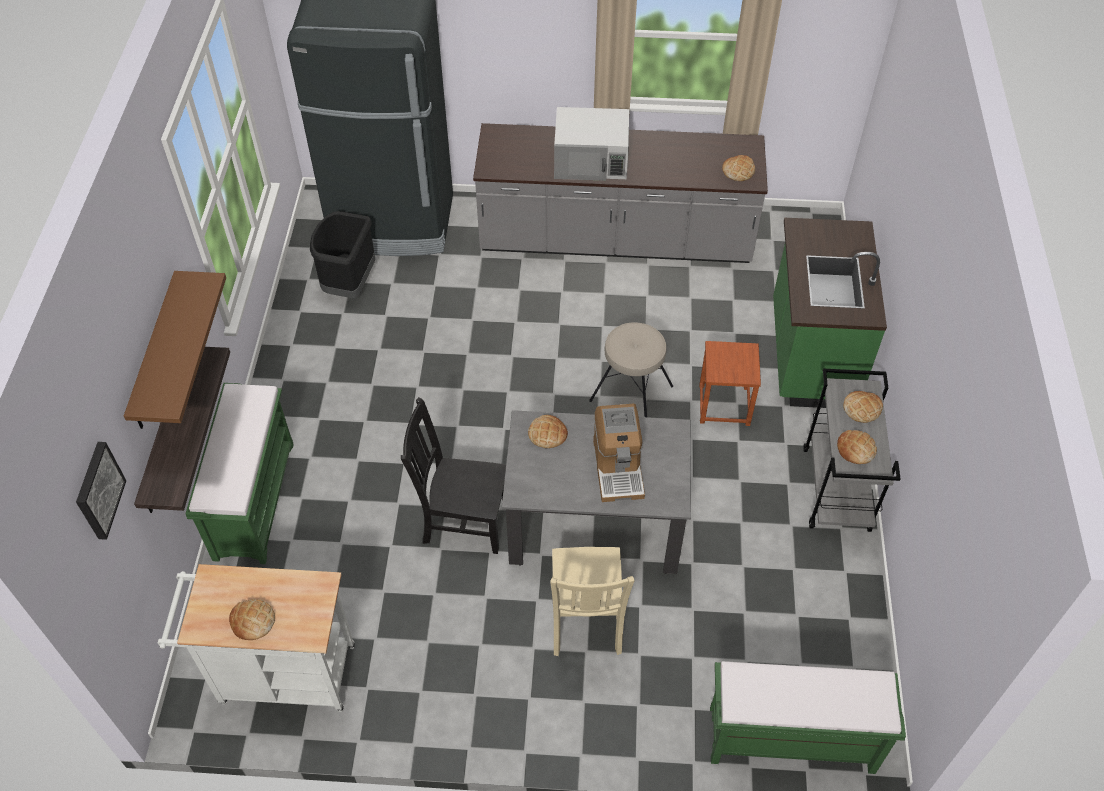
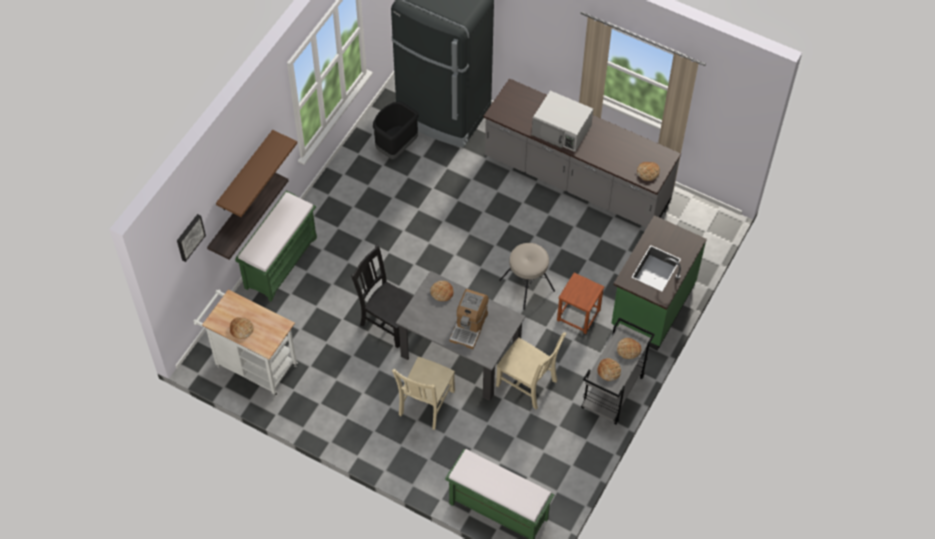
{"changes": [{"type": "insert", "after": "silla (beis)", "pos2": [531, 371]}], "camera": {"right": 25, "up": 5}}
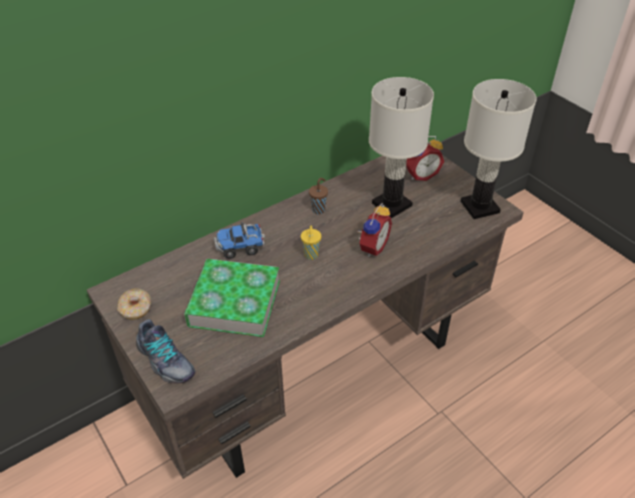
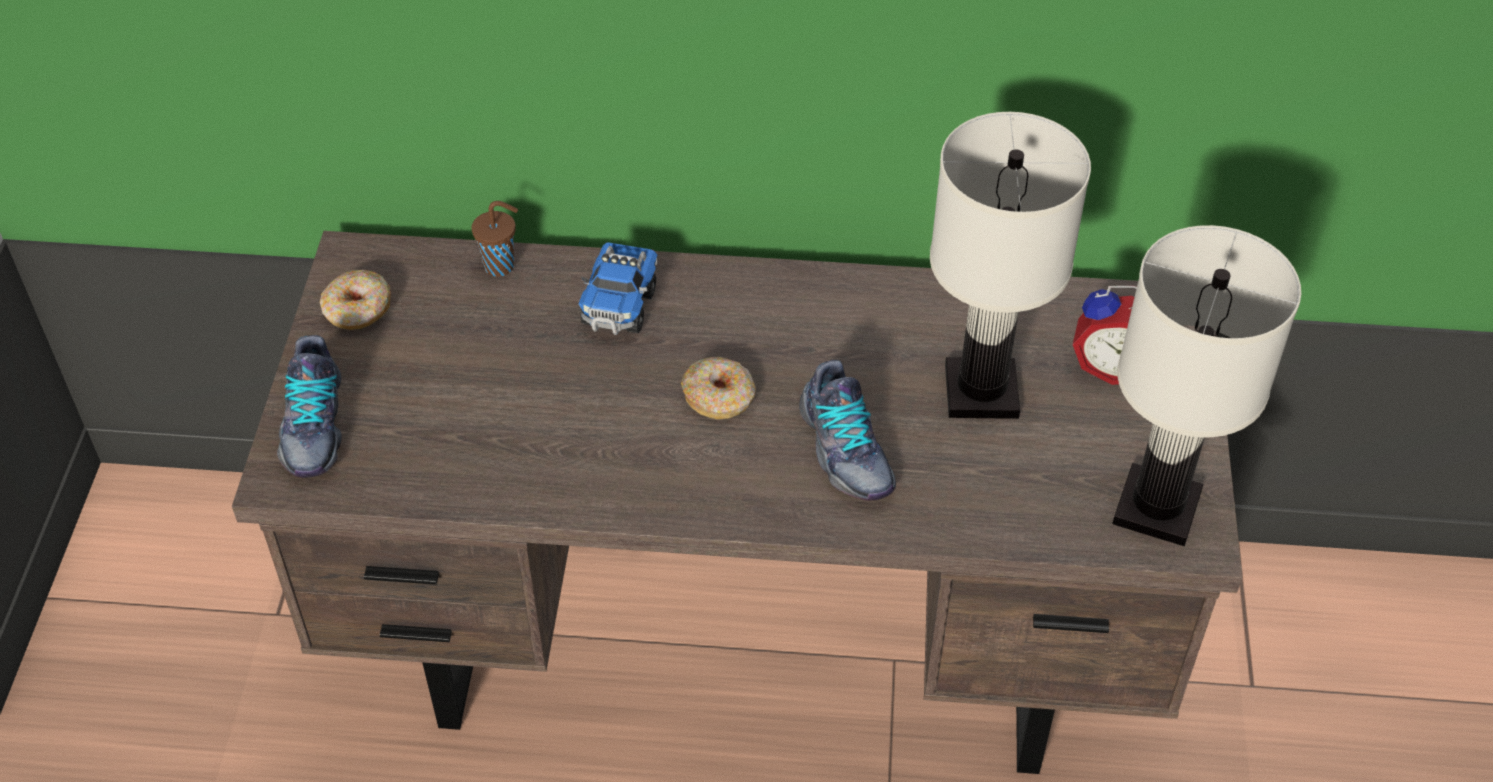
{"changes": [{"type": "move", "before": "taza (marrón)", "pos1": [318, 196], "pos2": [495, 239]}, {"type": "rotate", "before": "camión de juguete", "pos1": [239, 240], "pos2": [618, 288], "turn": -105}, {"type": "replace", "before": "taza (amarillo)", "after": "rosquilla", "pos1": [311, 242], "pos2": [718, 388]}, {"type": "replace", "before": "despertador", "after": "zapato", "pos1": [374, 230], "pos2": [847, 430]}, {"type": "delete", "before": "libro", "pos1": [232, 298]}], "camera": {"right": 40, "up": 5}}
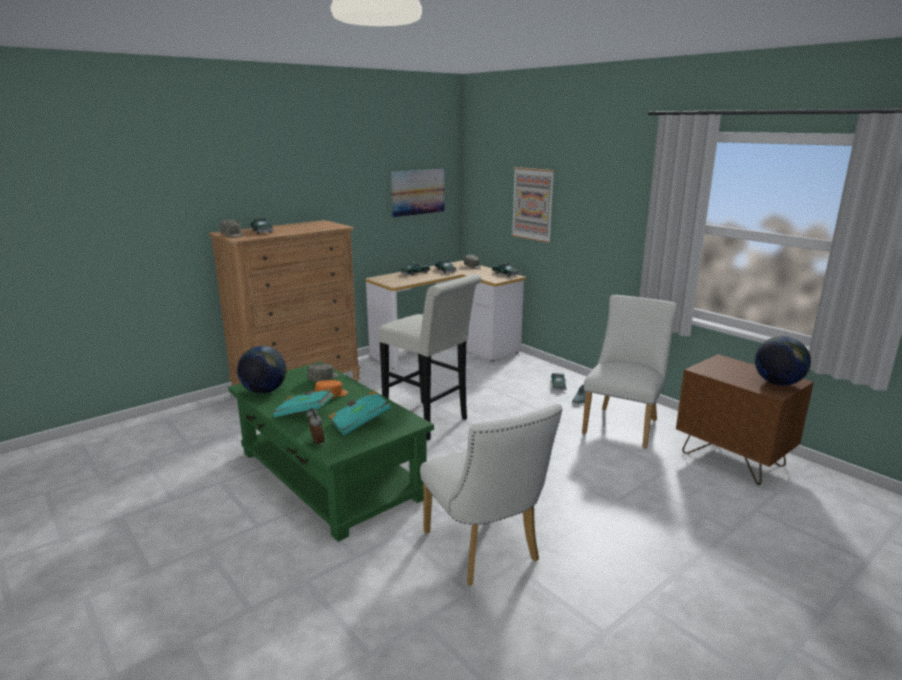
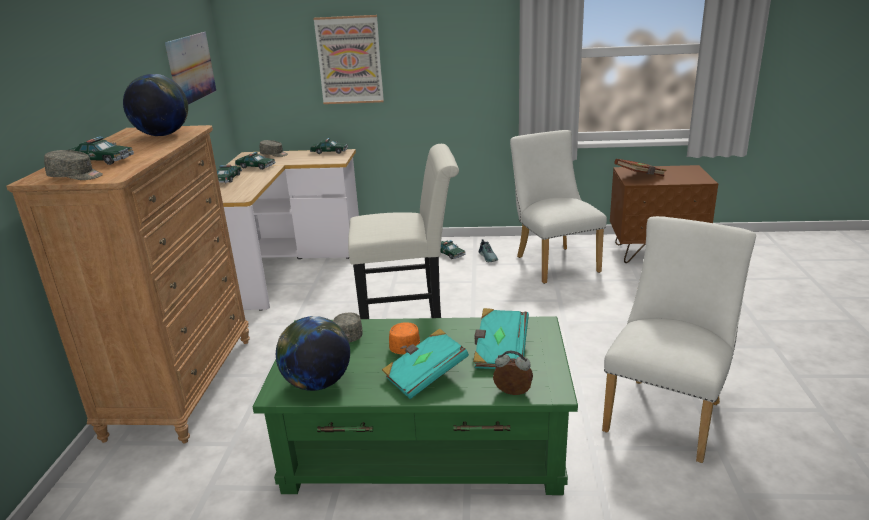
{"changes": [{"type": "move", "before": "globo terráqueo", "pos1": [783, 361], "pos2": [155, 105]}, {"type": "rotate", "before": "silla (blanco)", "pos1": [491, 494], "pos2": [679, 339], "turn": -75}, {"type": "insert", "after": "libro (marrón)", "pos2": [640, 167]}], "camera": {"right": -45, "up": 5}}
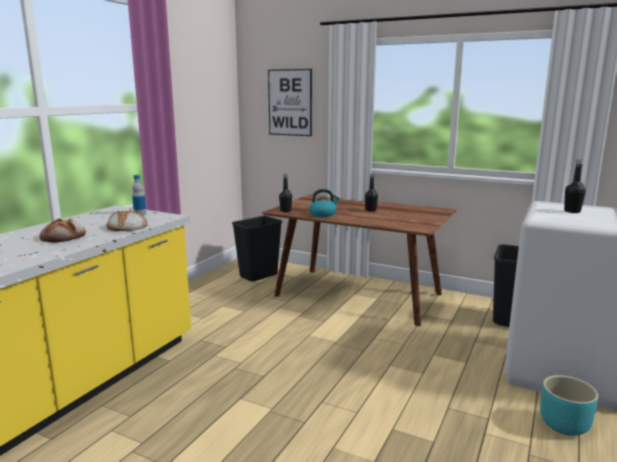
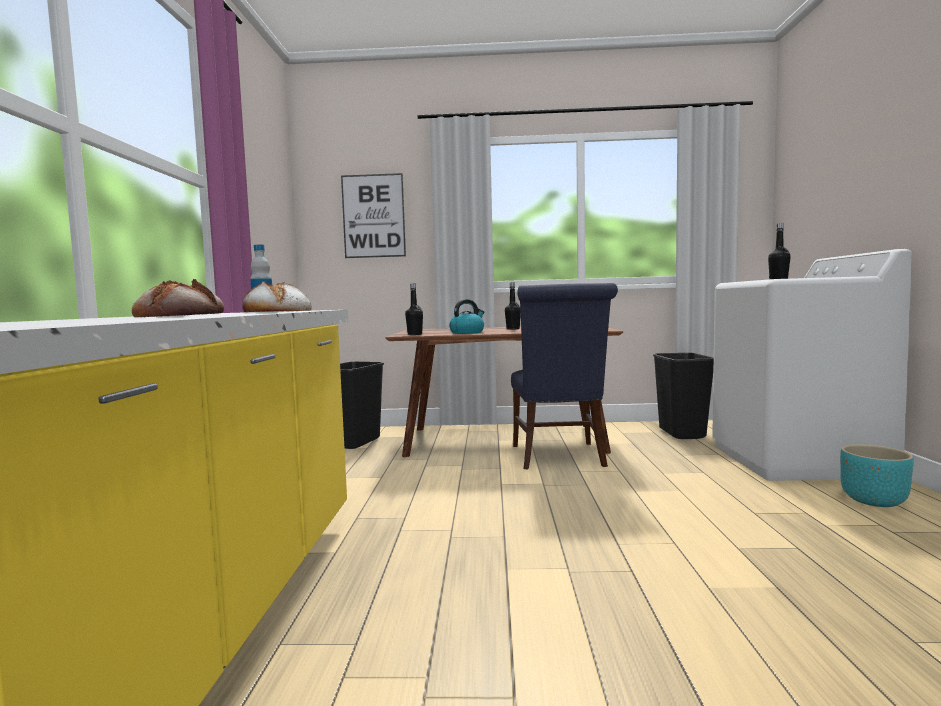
{"changes": [{"type": "insert", "after": "silla (azul)", "pos2": [564, 376]}], "camera": {"right": -25, "up": -10}}
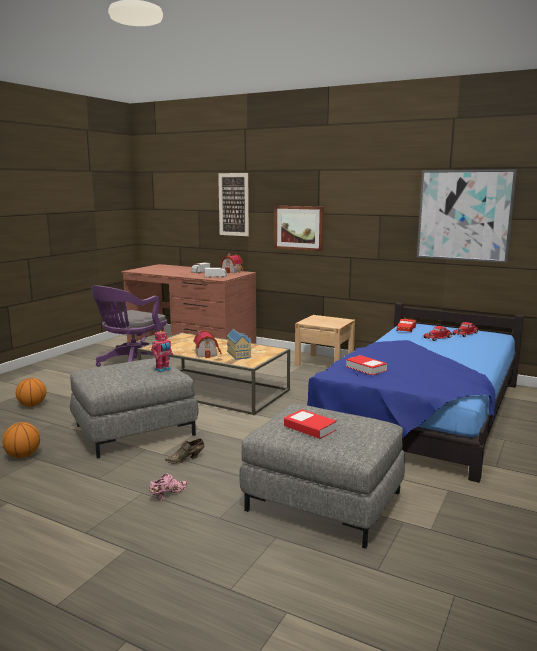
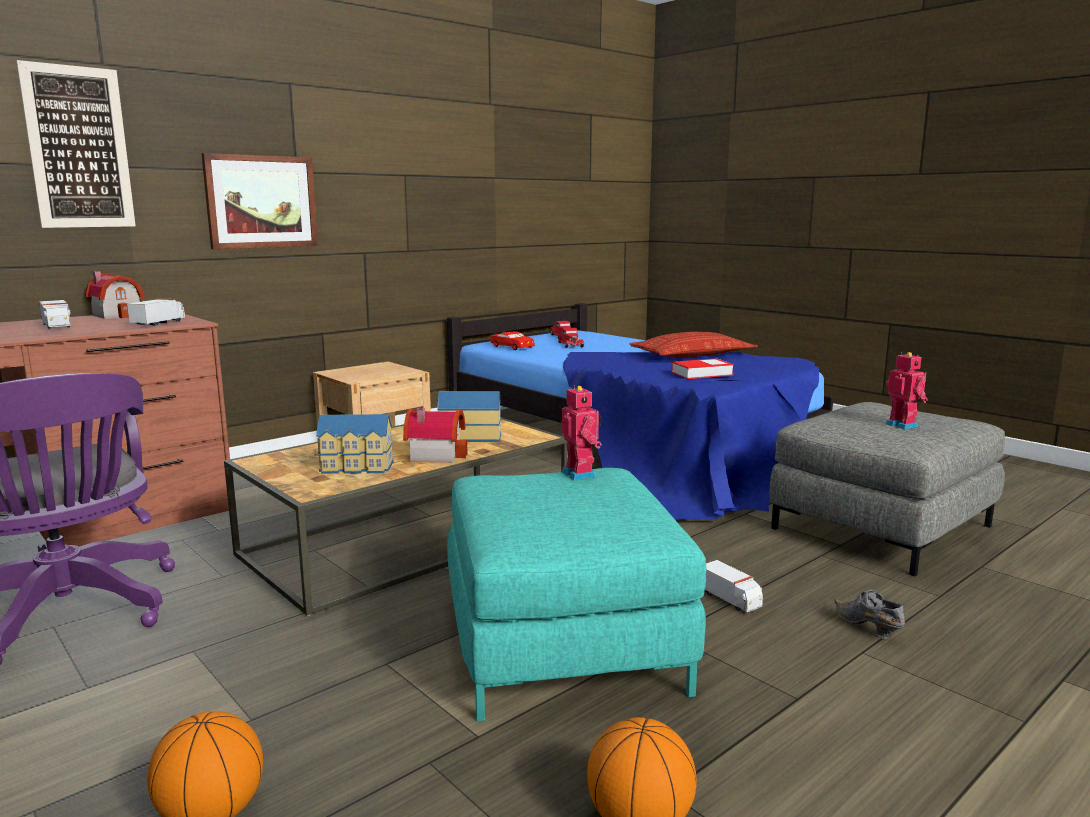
{"changes": [{"type": "insert", "after": "casita", "pos2": [355, 444]}, {"type": "recolor", "before": "puf (gris)", "after": "puf (turquesa)", "pos1": [134, 408], "pos2": [577, 594]}, {"type": "insert", "after": "cojín", "pos2": [693, 344]}, {"type": "replace", "before": "zapato (marrón)", "after": "camión de juguete", "pos1": [184, 451], "pos2": [734, 586]}, {"type": "recolor", "before": "zapato (rosa)", "after": "zapato (gris)", "pos1": [168, 486], "pos2": [869, 614]}, {"type": "replace", "before": "libro", "after": "robot de juguete", "pos1": [310, 424], "pos2": [906, 391]}, {"type": "delete", "before": "cuadro", "pos1": [467, 216]}], "camera": {"right": -70, "up": 0}}
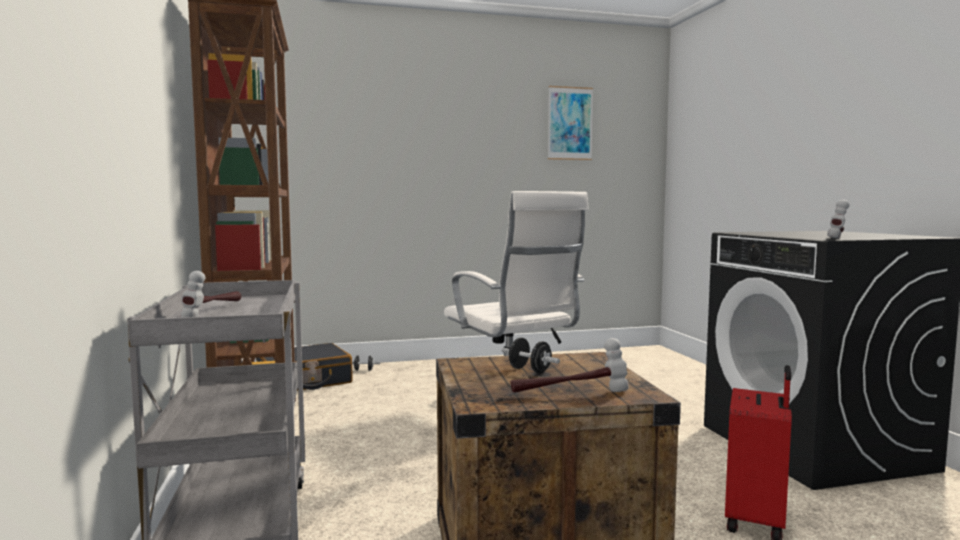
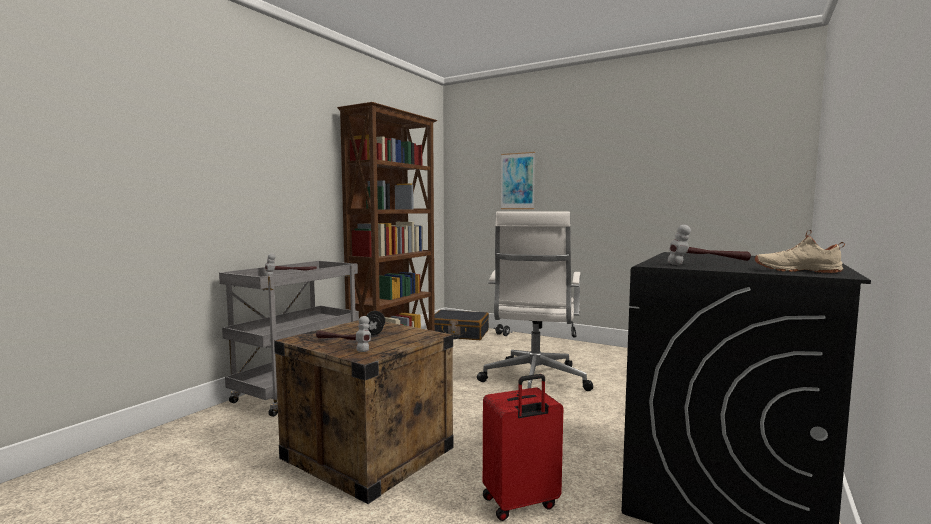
{"changes": [{"type": "move", "before": "cuadro", "pos1": [570, 123], "pos2": [518, 180]}, {"type": "insert", "after": "zapato (beis)", "pos2": [800, 251]}], "camera": {"right": 45, "up": 0}}
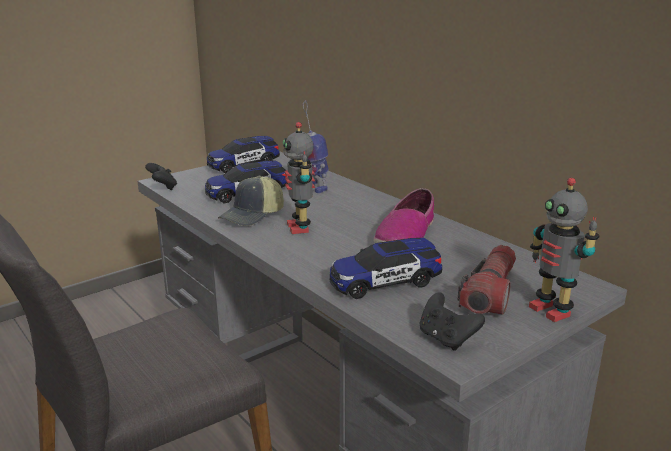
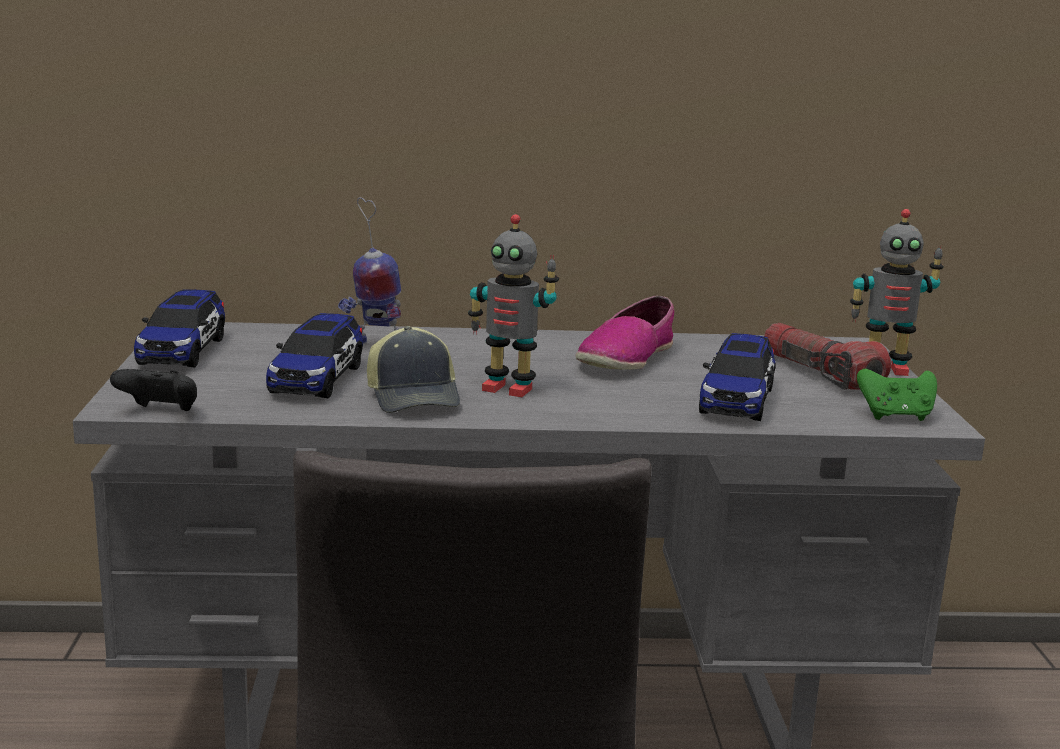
{"changes": [{"type": "rotate", "before": "zapato", "pos1": [404, 215], "pos2": [624, 332], "turn": 60}, {"type": "recolor", "before": "mando de consola (negro)", "after": "mando de consola (verde)", "pos1": [452, 321], "pos2": [897, 395]}], "camera": {"right": -55, "up": -5}}
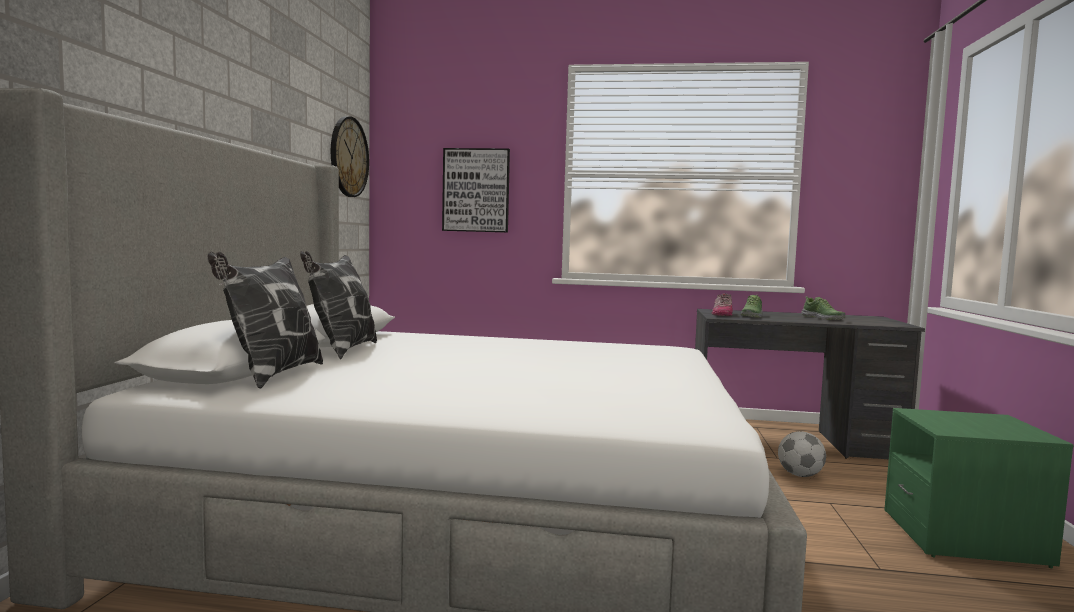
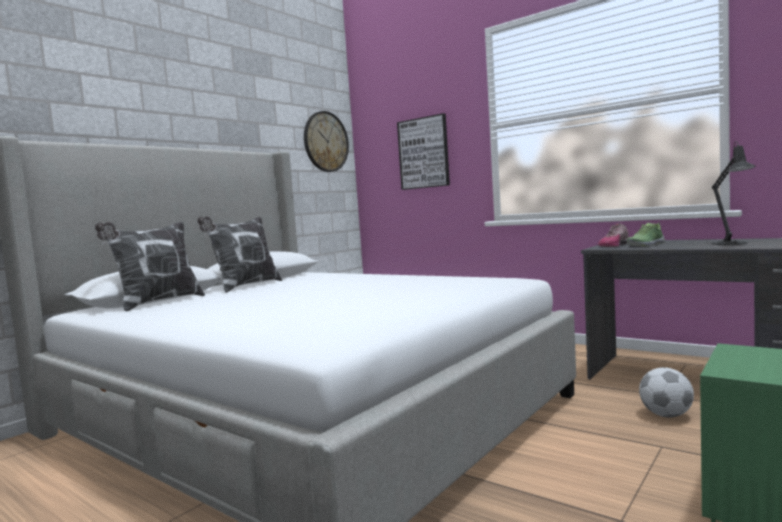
{"changes": [{"type": "replace", "before": "zapato", "after": "lámpara de mesa (negro)", "pos1": [823, 308], "pos2": [733, 193]}], "camera": {"right": 30, "up": 0}}
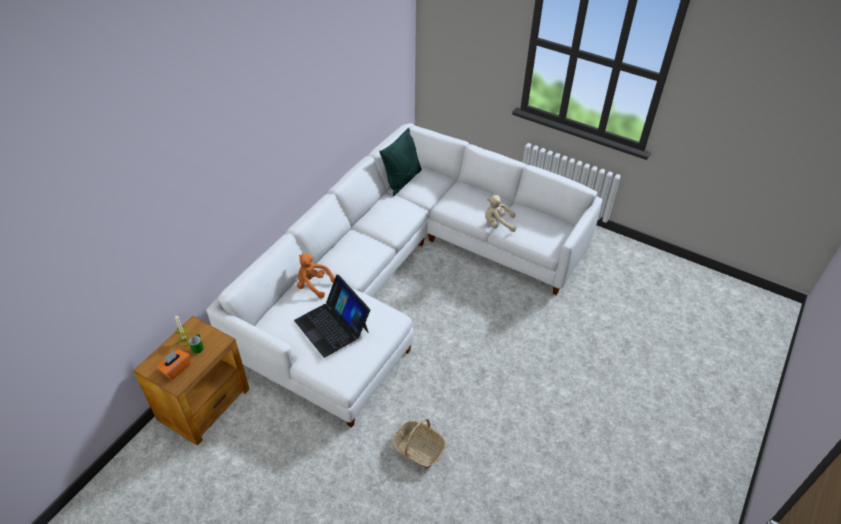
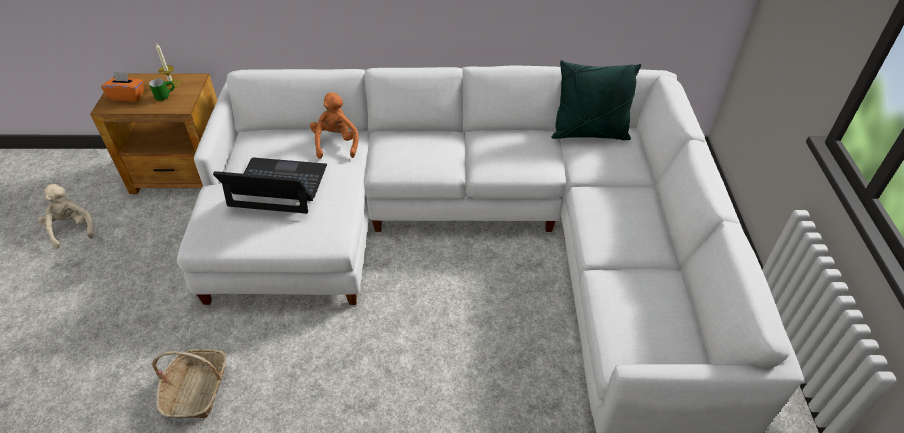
{"changes": [{"type": "move", "before": "peluche (beis)", "pos1": [500, 213], "pos2": [65, 216]}, {"type": "rotate", "before": "portátil", "pos1": [332, 316], "pos2": [270, 185], "turn": 75}], "camera": {"right": 60, "up": 0}}
